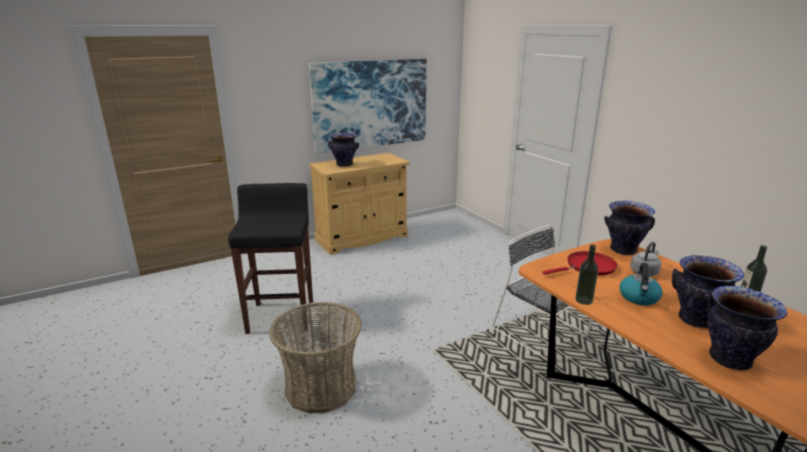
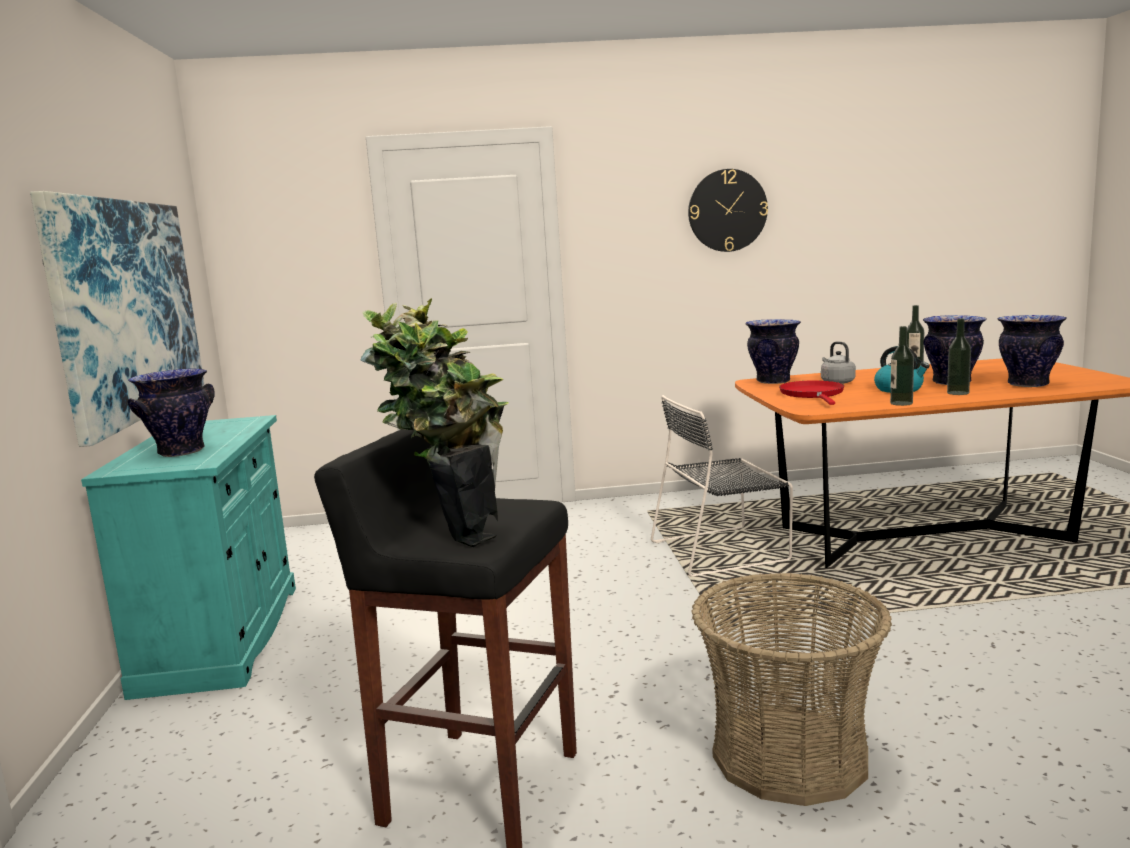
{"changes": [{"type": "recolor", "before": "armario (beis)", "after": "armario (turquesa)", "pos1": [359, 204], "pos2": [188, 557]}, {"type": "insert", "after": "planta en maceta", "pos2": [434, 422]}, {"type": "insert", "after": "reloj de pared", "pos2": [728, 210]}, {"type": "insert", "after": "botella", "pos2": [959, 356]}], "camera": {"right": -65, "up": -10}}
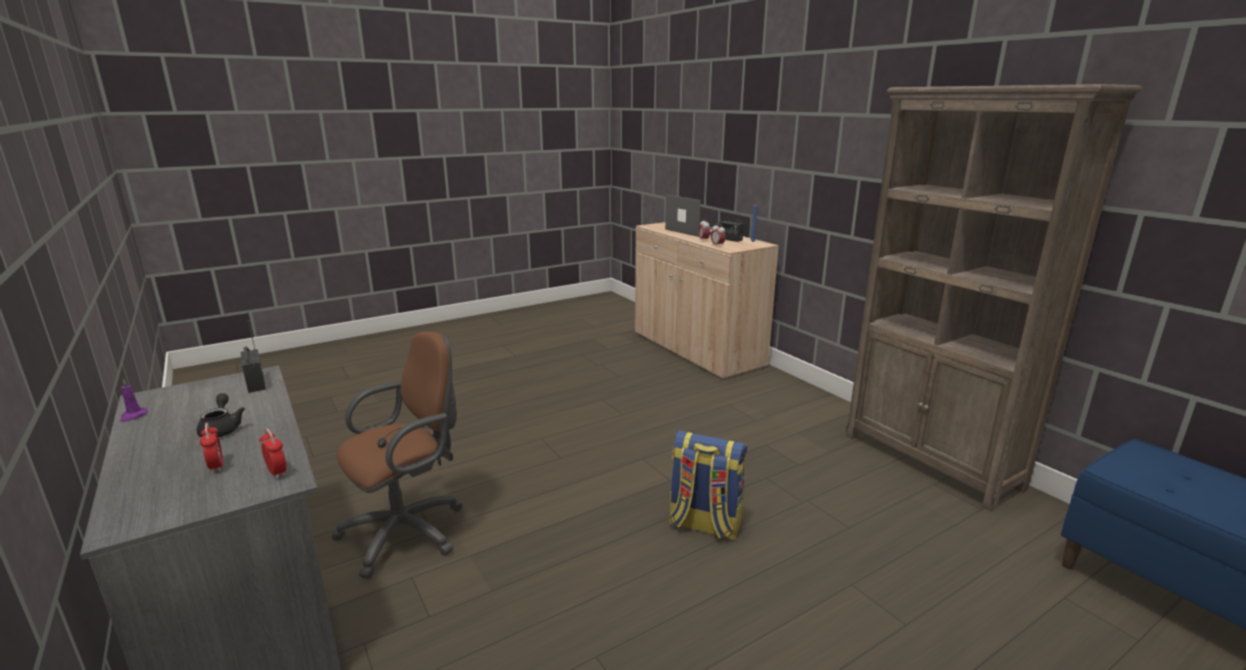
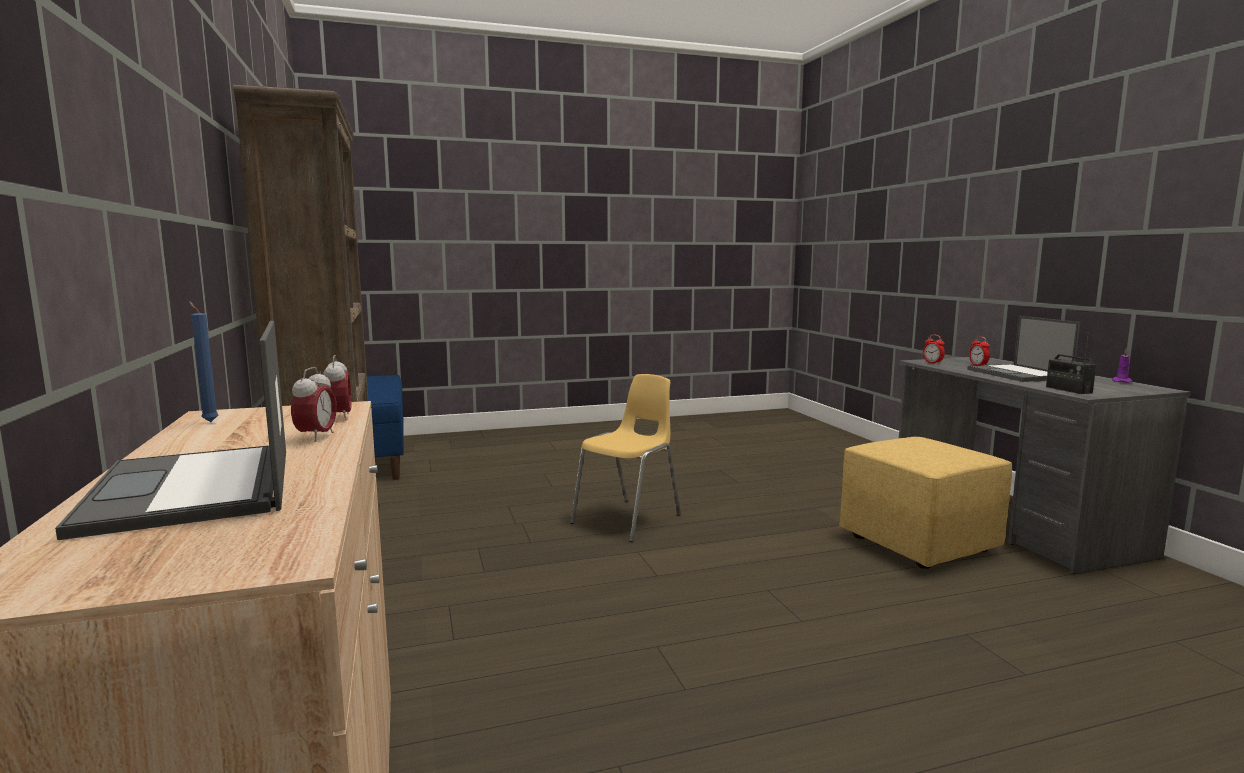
{"changes": [{"type": "replace", "before": "mochila", "after": "silla (amarillo)", "pos1": [707, 485], "pos2": [625, 458]}, {"type": "replace", "before": "silla de oficina (marrón)", "after": "puf (amarillo)", "pos1": [397, 455], "pos2": [925, 503]}, {"type": "replace", "before": "tetera (negro)", "after": "portátil", "pos1": [221, 415], "pos2": [1023, 349]}, {"type": "delete", "before": "radio", "pos1": [731, 223]}], "camera": {"right": -165, "up": -10}}
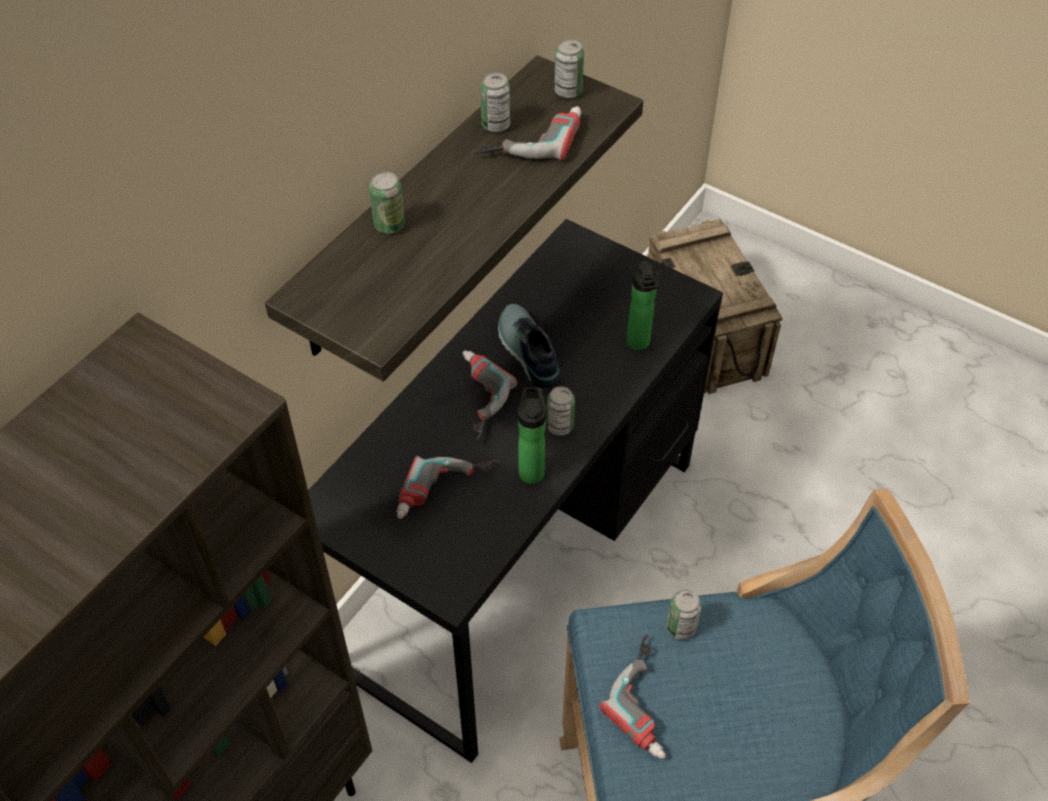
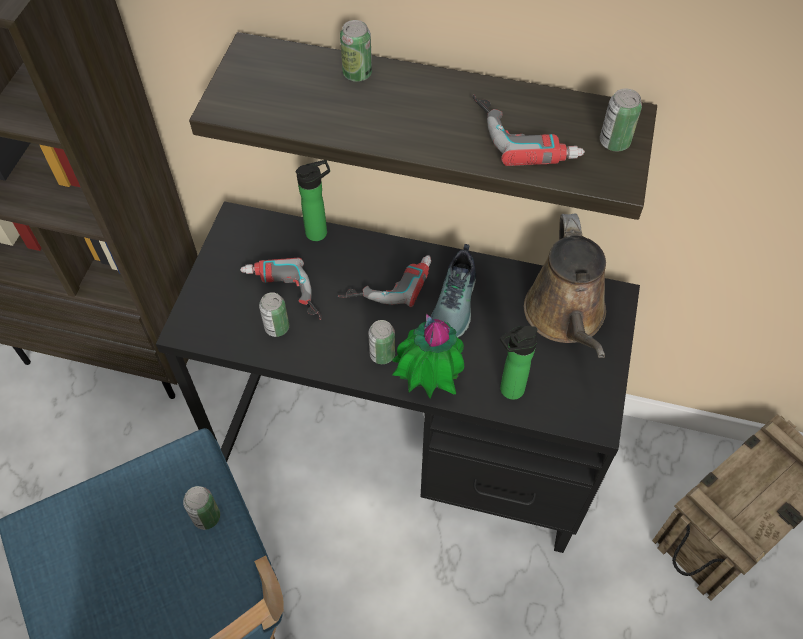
{"changes": [{"type": "move", "before": "lata", "pos1": [495, 102], "pos2": [274, 314]}, {"type": "move", "before": "botella", "pos1": [532, 436], "pos2": [313, 200]}, {"type": "insert", "after": "planta en maceta", "pos2": [428, 356]}, {"type": "rotate", "before": "zapato", "pos1": [530, 346], "pos2": [453, 290], "turn": 150}, {"type": "insert", "after": "regadera (marrón)", "pos2": [565, 285]}, {"type": "delete", "before": "taladro", "pos1": [633, 696]}], "camera": {"right": 70, "up": 5}}
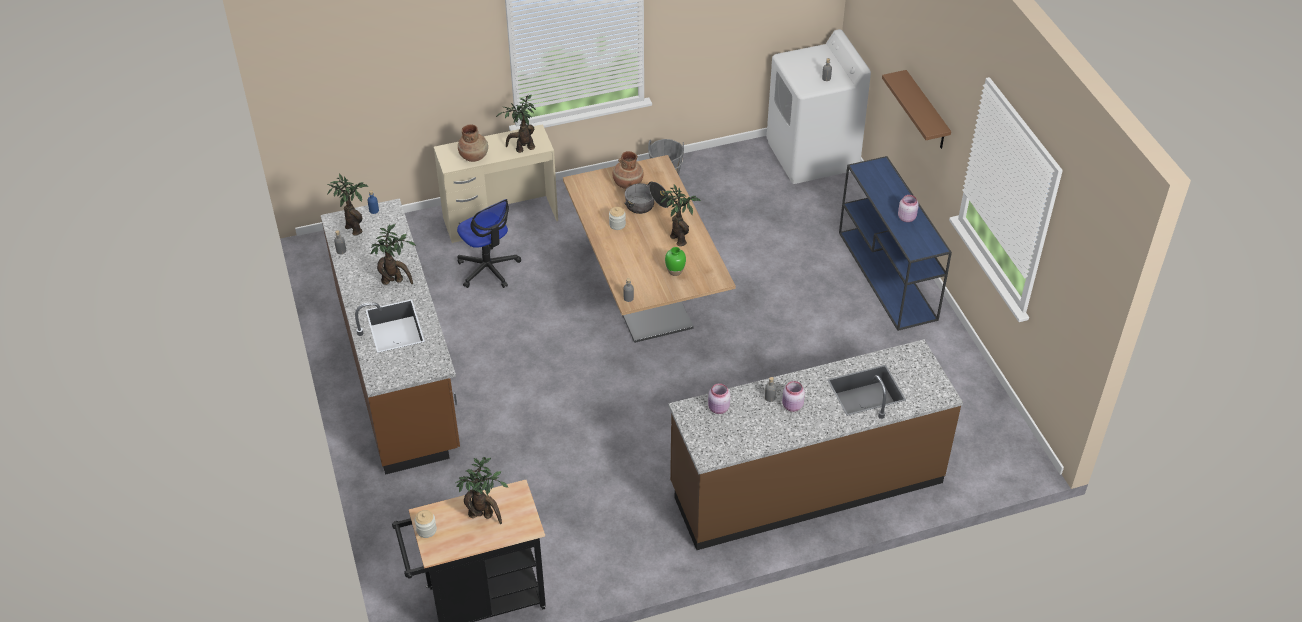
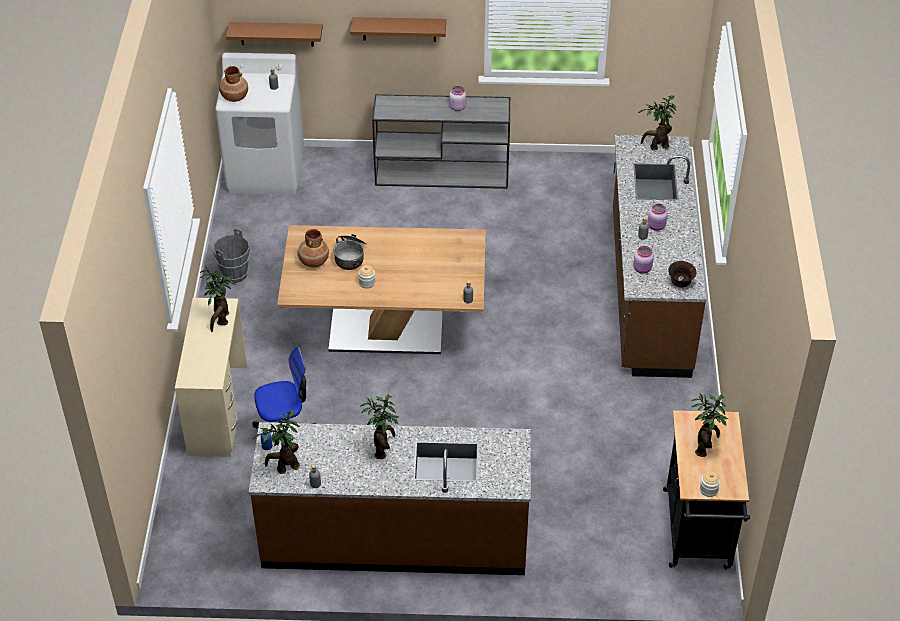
{"changes": [{"type": "move", "before": "florero (marrón)", "pos1": [473, 143], "pos2": [233, 84]}, {"type": "insert", "after": "estante (marrón)", "pos2": [274, 34]}, {"type": "recolor", "before": "mesa consola (azul)", "after": "mesa consola (gris)", "pos1": [895, 243], "pos2": [441, 141]}, {"type": "move", "before": "planta en maceta", "pos1": [680, 215], "pos2": [657, 123]}, {"type": "insert", "after": "cuenco (marrón)", "pos2": [682, 274]}, {"type": "delete", "before": "florero (verde)", "pos1": [675, 261]}], "camera": {"right": -70, "up": 0}}
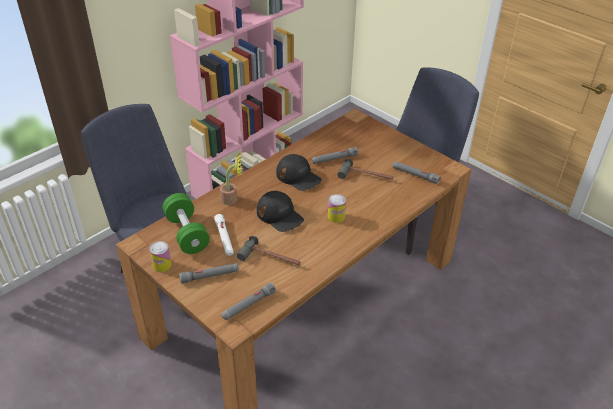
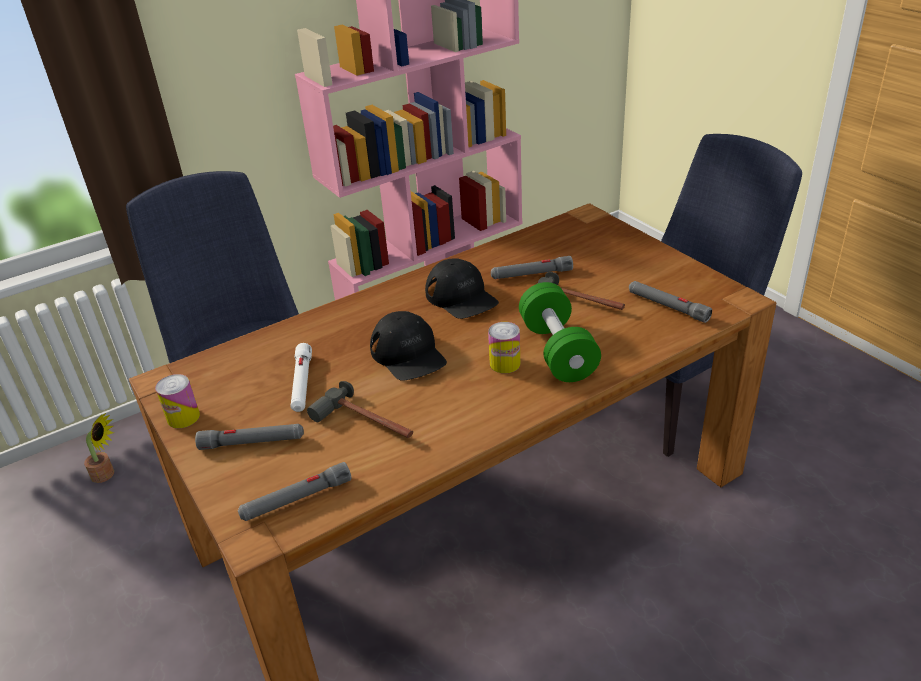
{"changes": [{"type": "move", "before": "planta en maceta", "pos1": [231, 178], "pos2": [99, 448]}, {"type": "move", "before": "mancuerna (verde)", "pos1": [186, 223], "pos2": [560, 332]}], "camera": {"right": 15, "up": -5}}
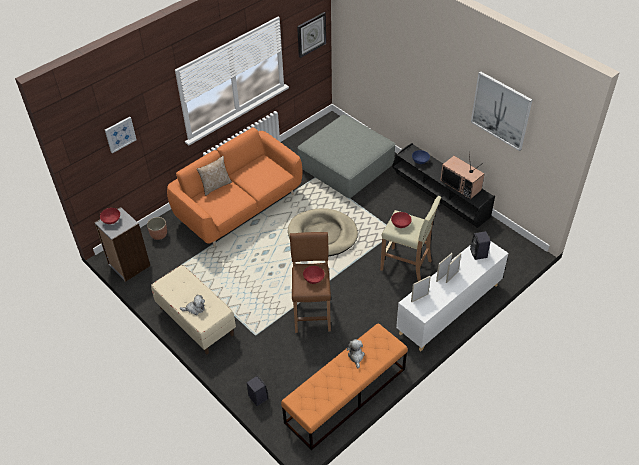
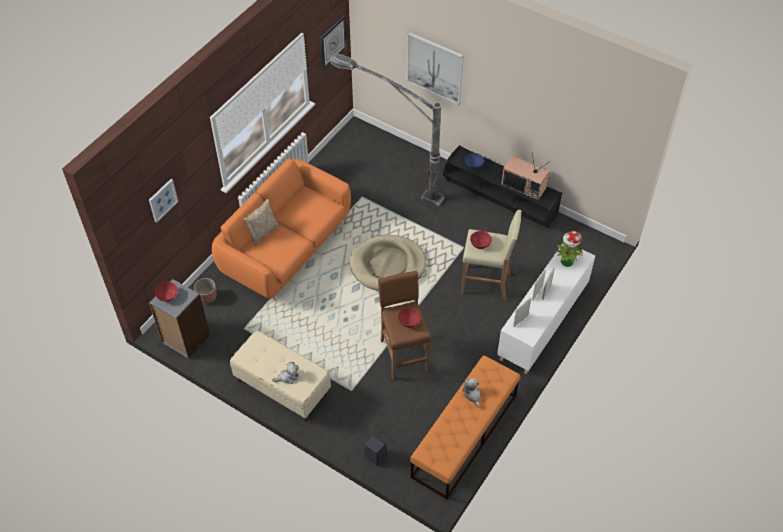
{"changes": [{"type": "replace", "before": "puf (gris)", "after": "lámpara de pie", "pos1": [346, 156], "pos2": [387, 130]}, {"type": "move", "before": "cuadro", "pos1": [501, 111], "pos2": [435, 68]}, {"type": "replace", "before": "altavoz (negro)", "after": "planta en maceta", "pos1": [480, 245], "pos2": [569, 249]}], "camera": {"right": -15, "up": 5}}
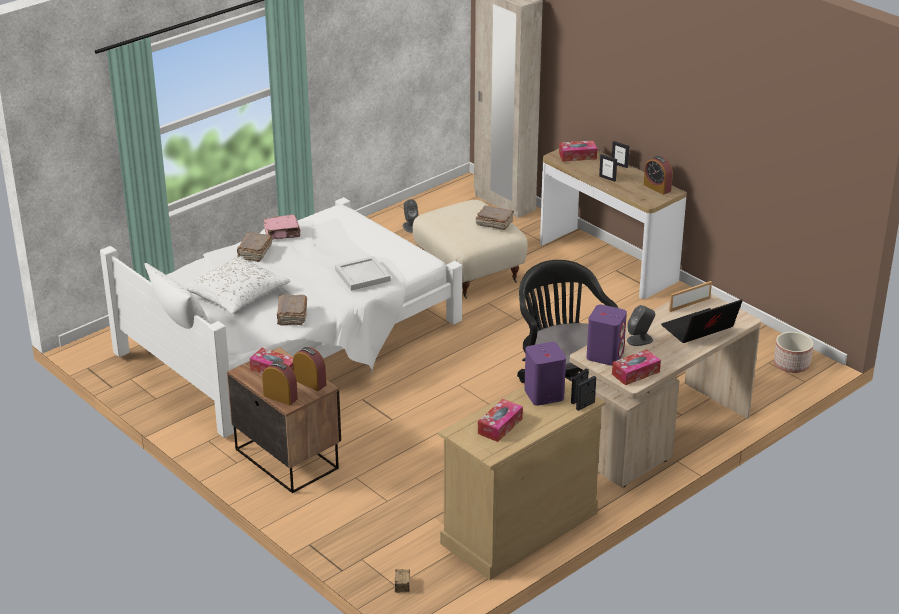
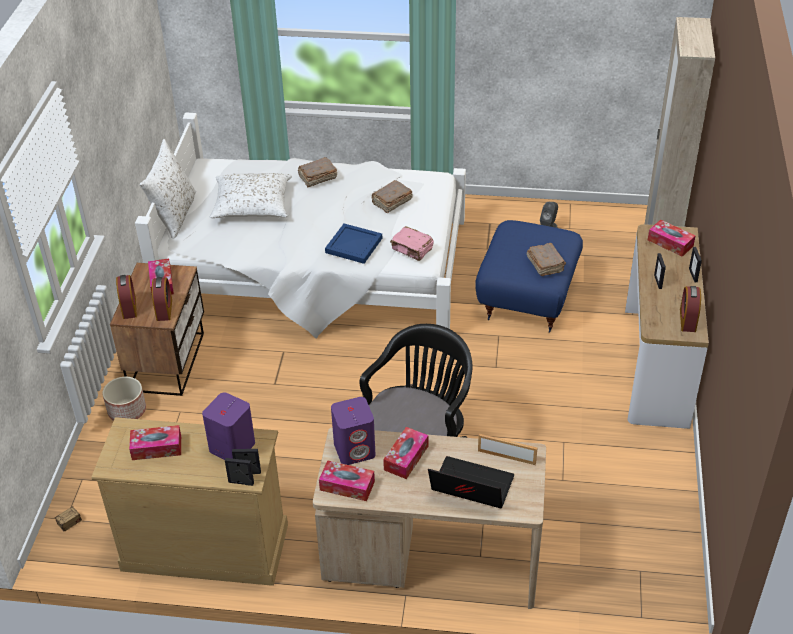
{"changes": [{"type": "move", "before": "maceta", "pos1": [793, 352], "pos2": [124, 399]}, {"type": "recolor", "before": "bandeja (blanco)", "after": "bandeja (azul)", "pos1": [363, 273], "pos2": [353, 244]}, {"type": "move", "before": "libro (marrón)", "pos1": [292, 310], "pos2": [392, 196]}, {"type": "replace", "before": "altavoz (gris)", "after": "caja de pañuelos", "pos1": [641, 325], "pos2": [406, 453]}, {"type": "move", "before": "libro (rosa)", "pos1": [282, 227], "pos2": [412, 243]}, {"type": "recolor", "before": "puf (beis)", "after": "puf (azul)", "pos1": [470, 249], "pos2": [529, 276]}], "camera": {"right": 50, "up": 10}}
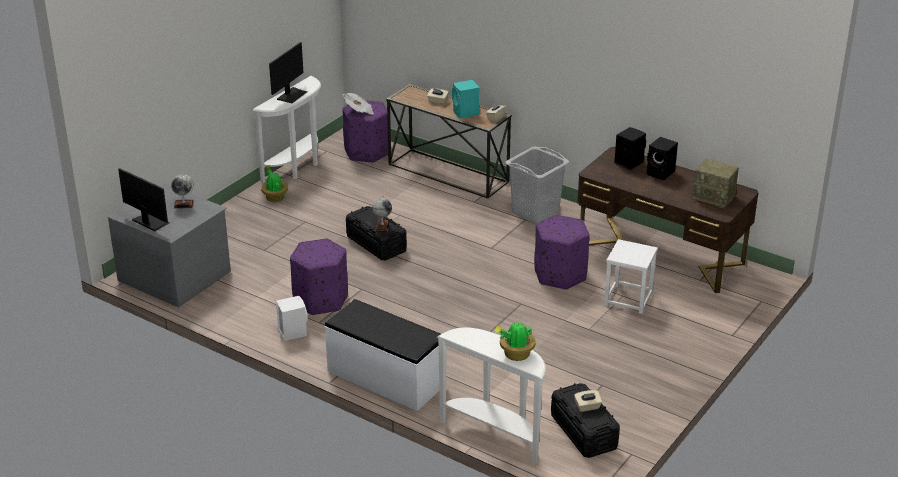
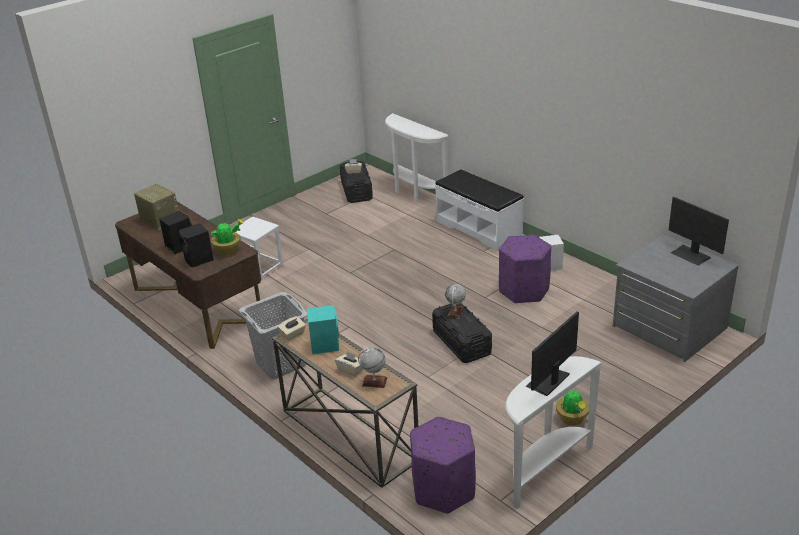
{"changes": [{"type": "move", "before": "planta en maceta", "pos1": [515, 340], "pos2": [227, 237]}, {"type": "move", "before": "globo terráqueo", "pos1": [182, 191], "pos2": [372, 368]}, {"type": "delete", "before": "periódico", "pos1": [358, 104]}, {"type": "delete", "before": "puf (morado)", "pos1": [562, 252]}], "camera": {"right": -165, "up": 0}}
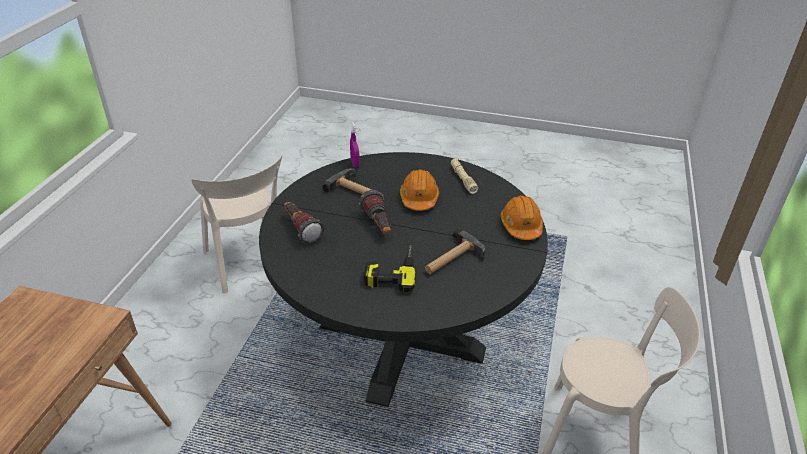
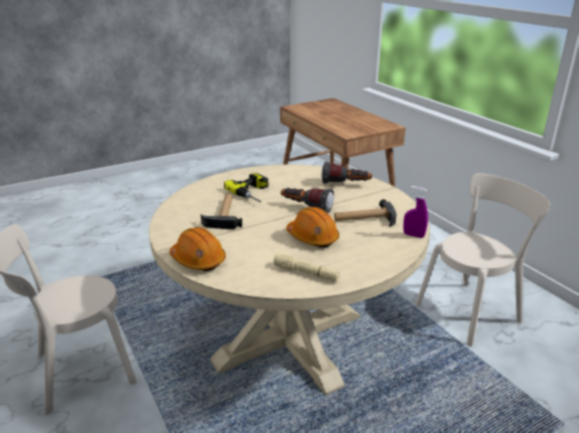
{"changes": [{"type": "recolor", "before": "mesa de comedor (negro)", "after": "mesa de comedor (beis)", "pos1": [403, 279], "pos2": [289, 279]}, {"type": "rotate", "before": "silla (beis)", "pos1": [236, 224], "pos2": [483, 259], "turn": 135}], "camera": {"right": 135, "up": -10}}
